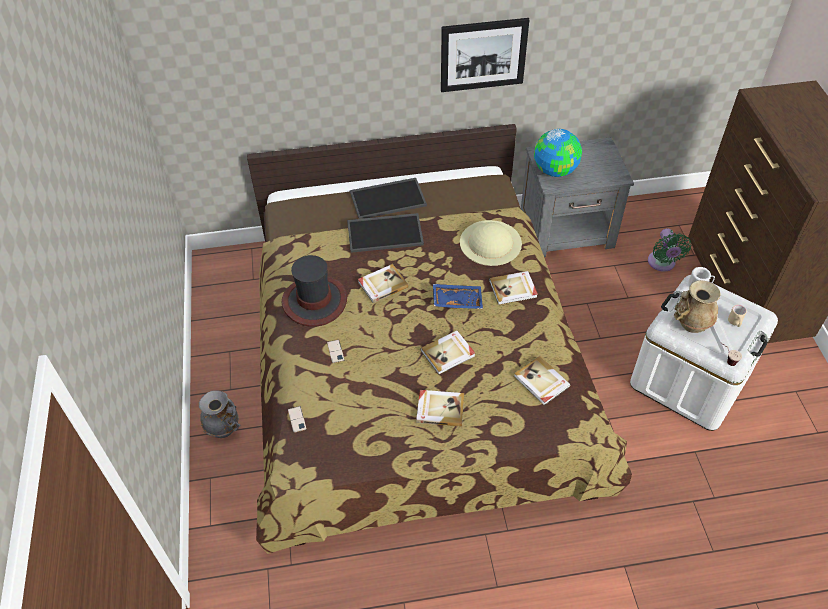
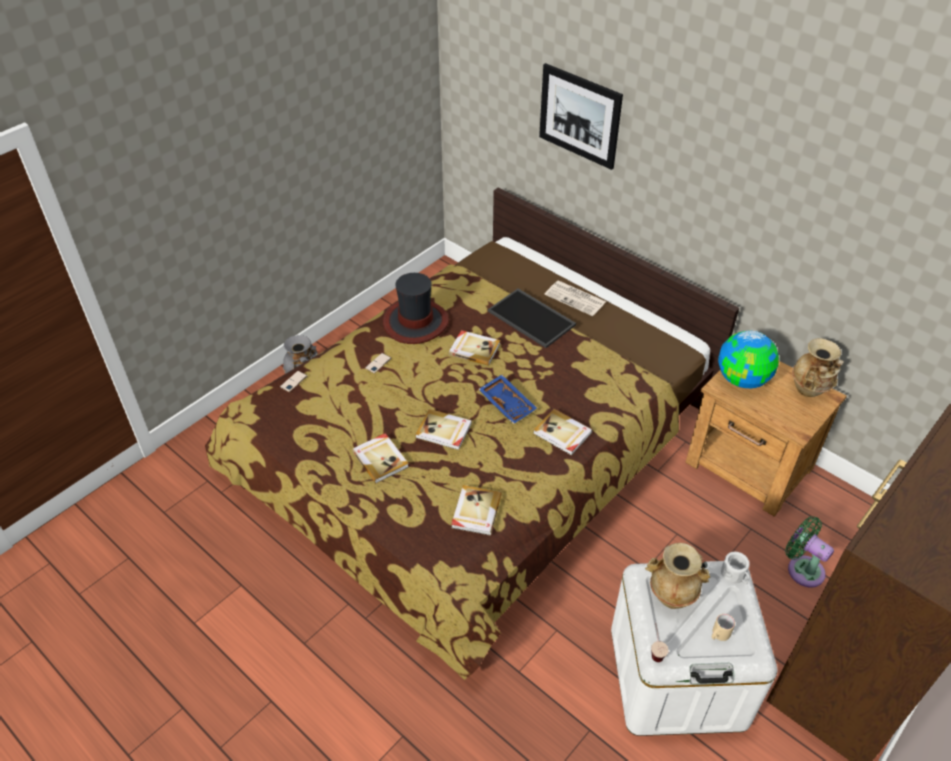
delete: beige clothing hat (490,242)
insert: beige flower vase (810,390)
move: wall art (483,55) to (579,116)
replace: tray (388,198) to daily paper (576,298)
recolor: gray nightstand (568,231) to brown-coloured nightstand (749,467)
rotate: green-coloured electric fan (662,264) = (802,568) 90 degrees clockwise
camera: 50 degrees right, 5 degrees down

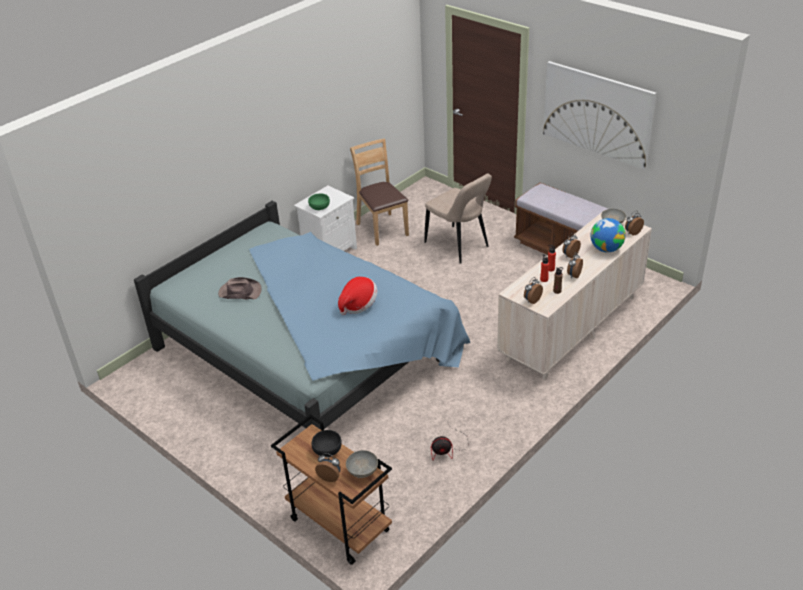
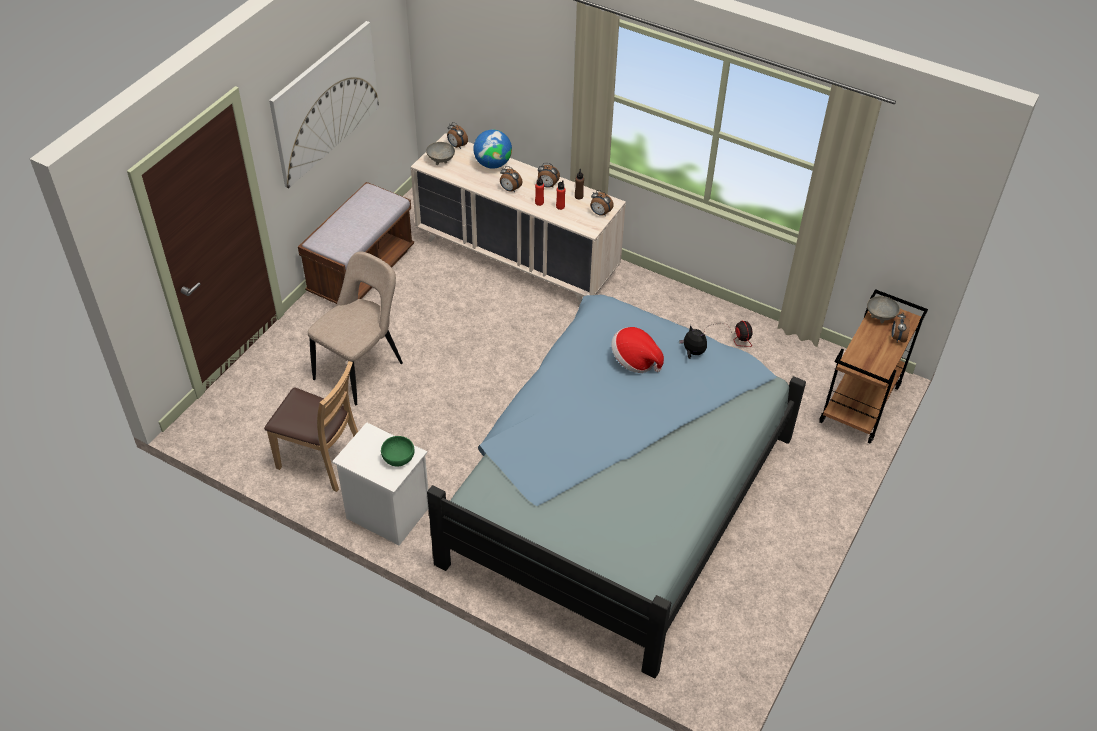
delete: brown-coloured clothing hat (239,292); black deep dish (327,449)
insert: cuddly toy (692,352)
rotate: brown-coloured upright chair (382,229) = (321,460) 120 degrees counterclockwise
camera: 105 degrees left, 10 degrees up

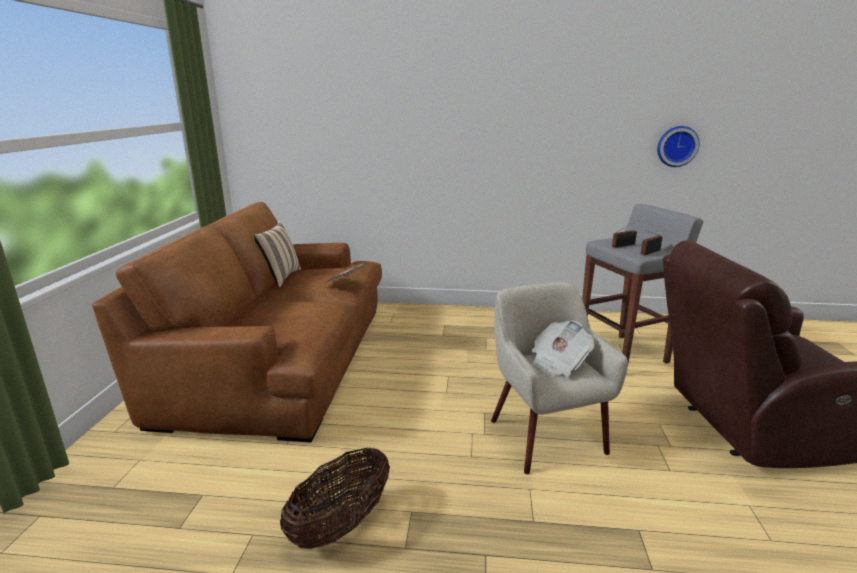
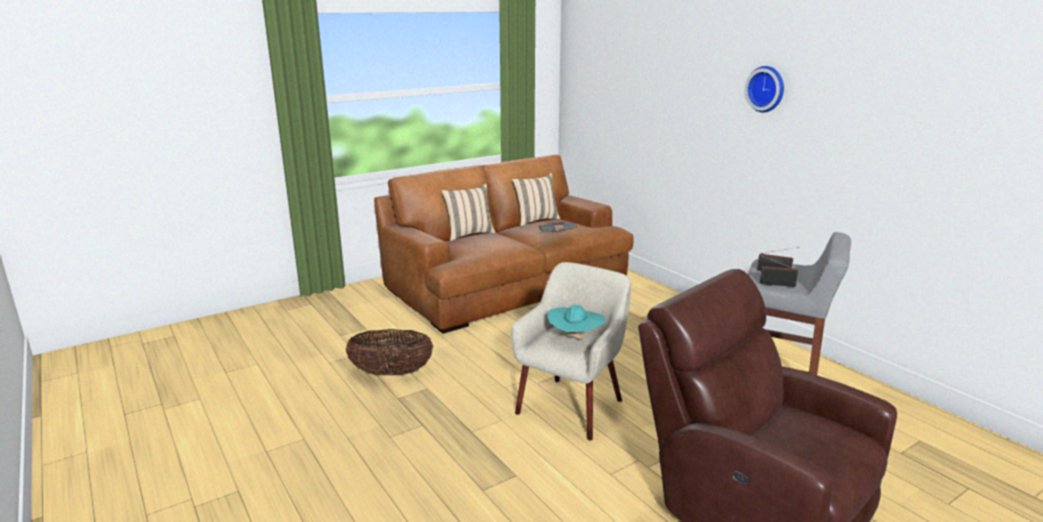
insert: beige throw pillow (469,234)
move: clock on the wall (676,146) to (766,89)
replace: daily paper (557,363) to blue-green clothing hat (575,339)
camera: 50 degrees right, 0 degrees up

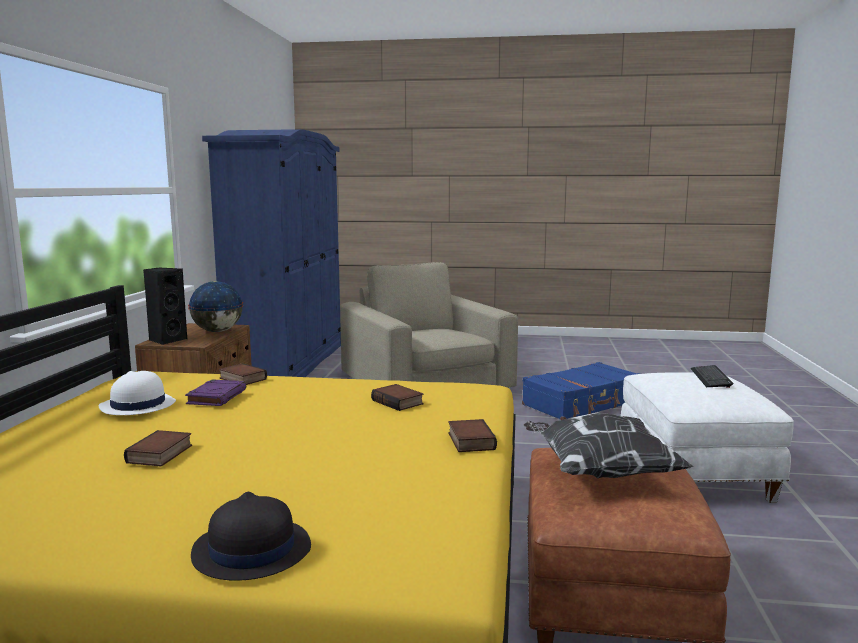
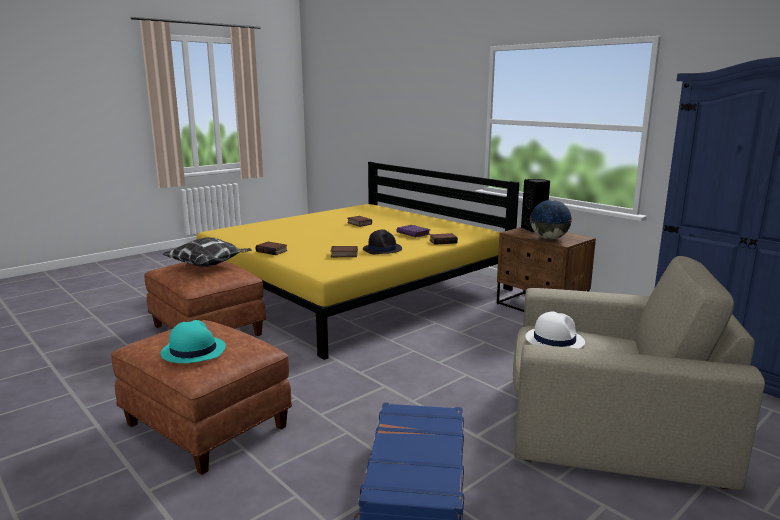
move: white-coloured clothing hat (137,405) to (554,340); black clothing hat (251,551) to (382,249)
replace: keyboard (710,378) to blue-green clothing hat (193,351)
recolor: white-coloured footrest (696,474) to brown-coloured footrest (204,426)
camera: 130 degrees right, 5 degrees up

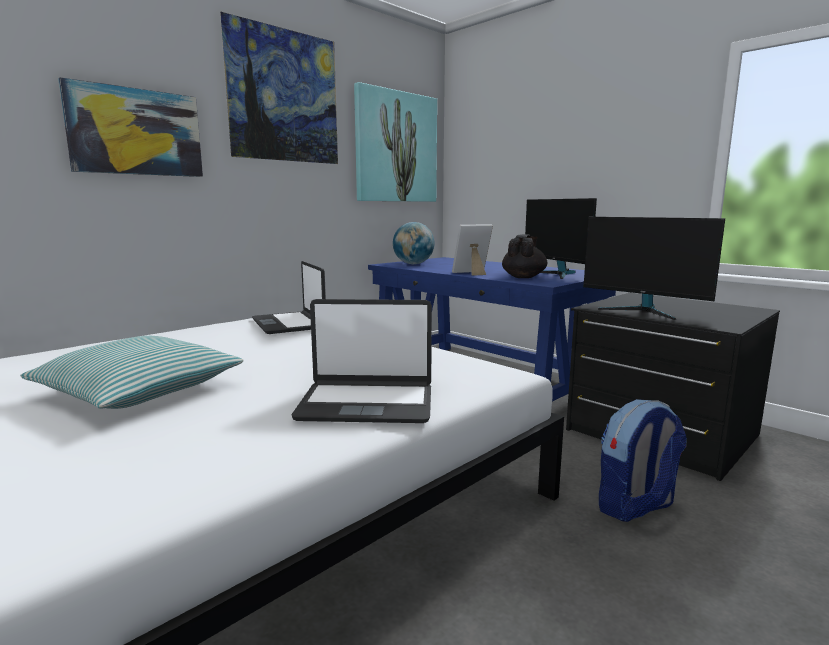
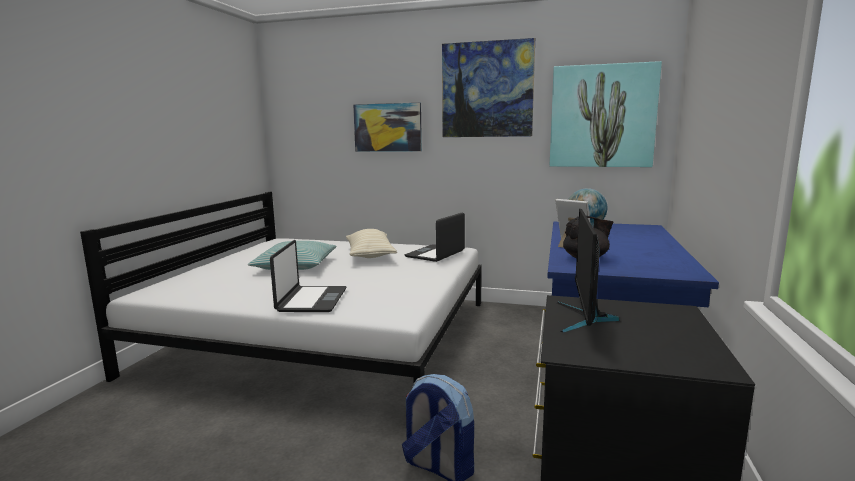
delete: computer screen (556,274)
insert: beige throw pillow (370,255)
rotate: notebook computer (367,403) = (311,300) 150 degrees counterclockwise
camera: 60 degrees right, 0 degrees up

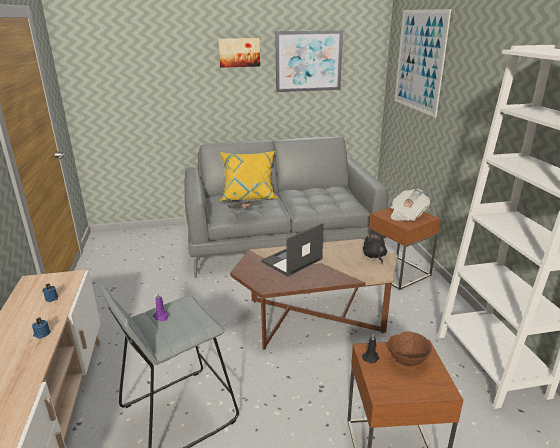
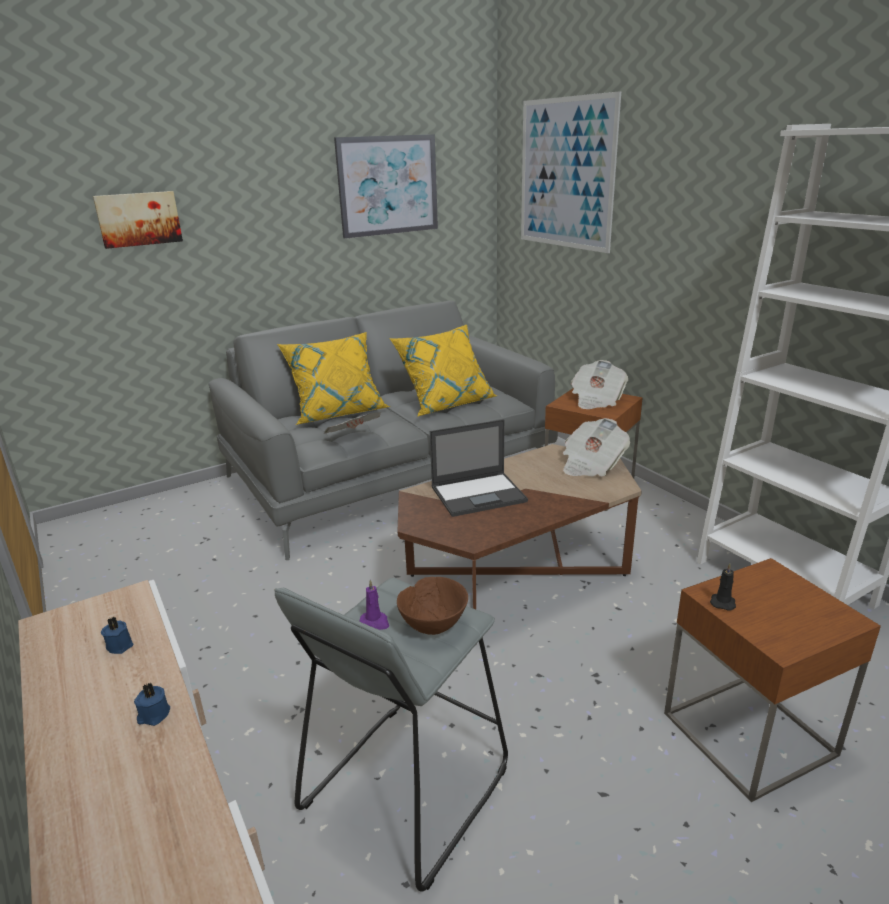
insert: yellow-coloured throw pillow (446,403)
move: wall art (239,52) to (138,219); brown-coloured deep dish (407,360) to (433,625)
replace: black cuddly toy (374,256) to daily paper (591,465)
rotate: notebook computer (291,261) = (479,494) 135 degrees counterclockwise
camera: 20 degrees left, 0 degrees up

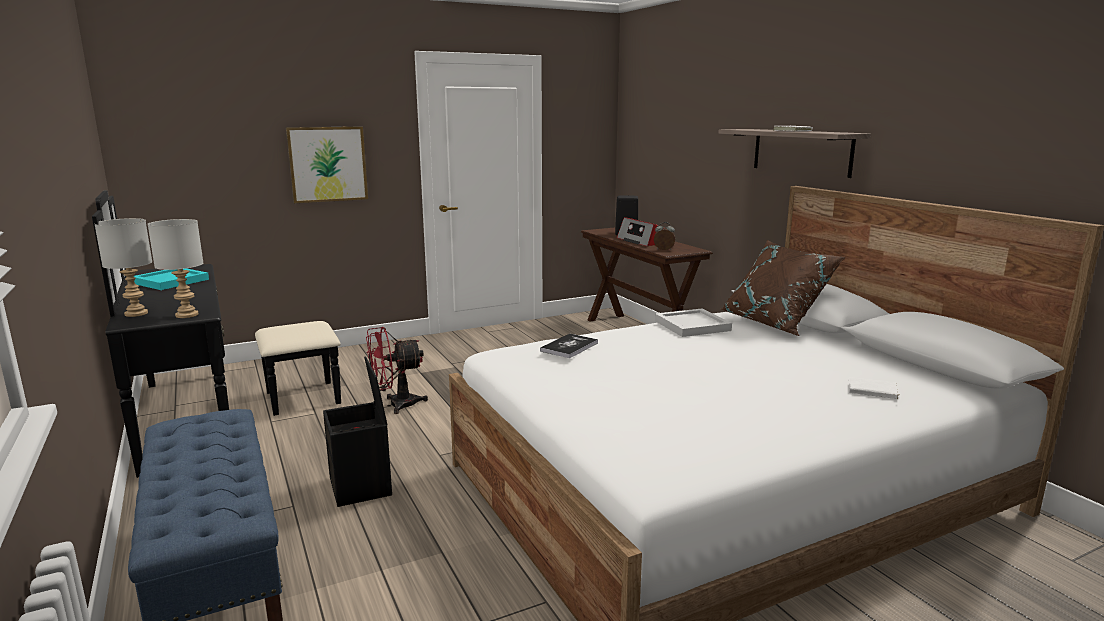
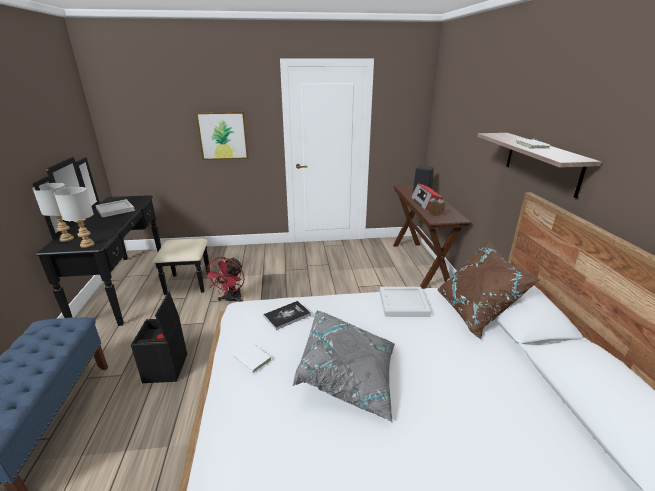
insert: gray throw pillow (349,378)
move: white-coloured book (872,391) to (251,359)
recolor: blue-green tray (172,281) to white-coloured tray (116,209)
rotate: reddish electric fan (395,405) = (231,300) 75 degrees counterclockwise
camera: 20 degrees right, 10 degrees up

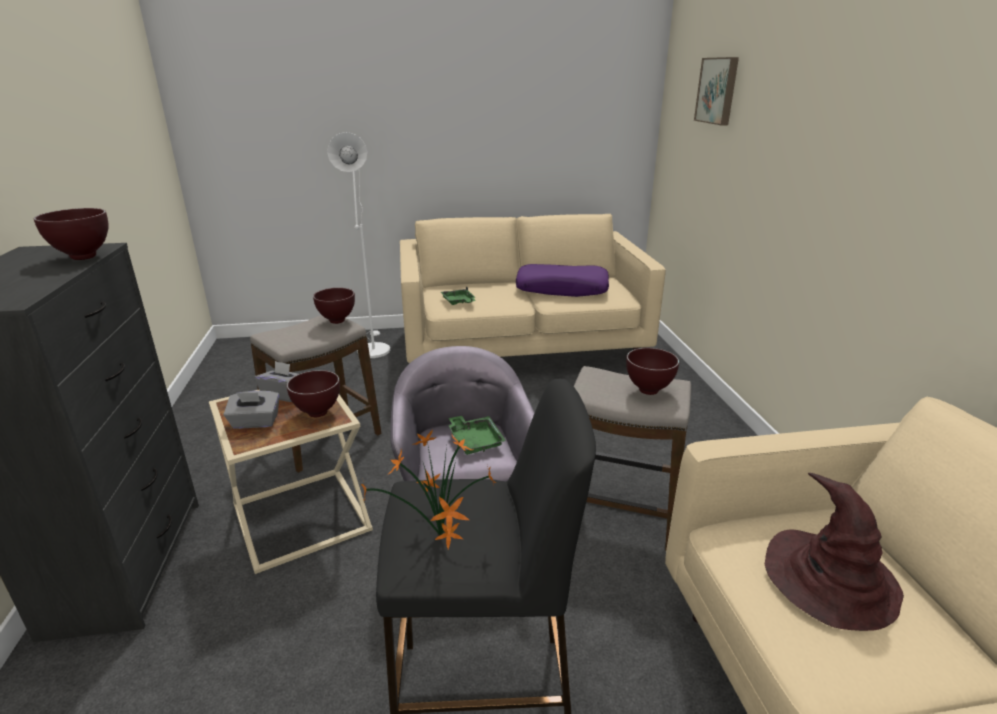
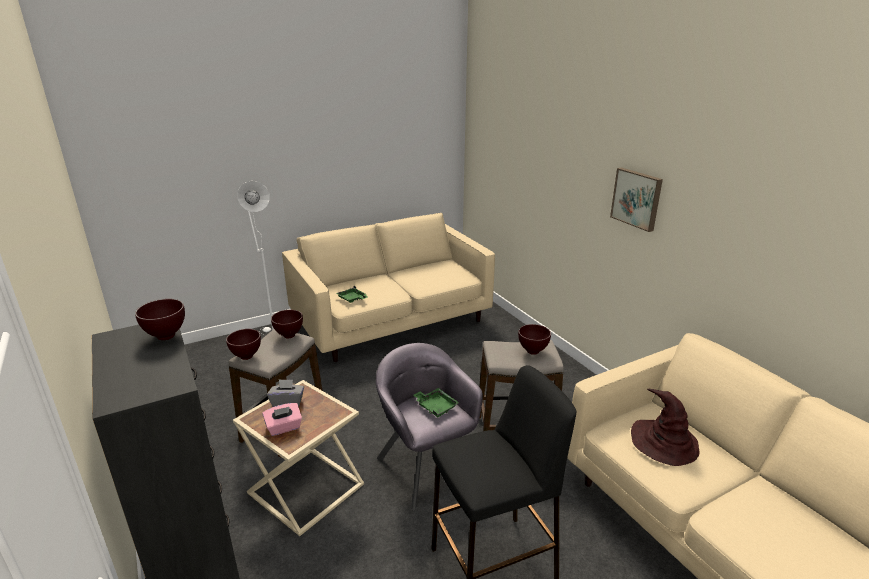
delete: potted plant (440,538); purple-coloured throw pillow (562,289)
move: brown-coloured deep dish (317,413) to (246,357); wall art (718,90) to (637,198)
recolor: gray box of tissues (255,422) to pink-coloured box of tissues (284,428)
camera: 20 degrees left, 0 degrees up

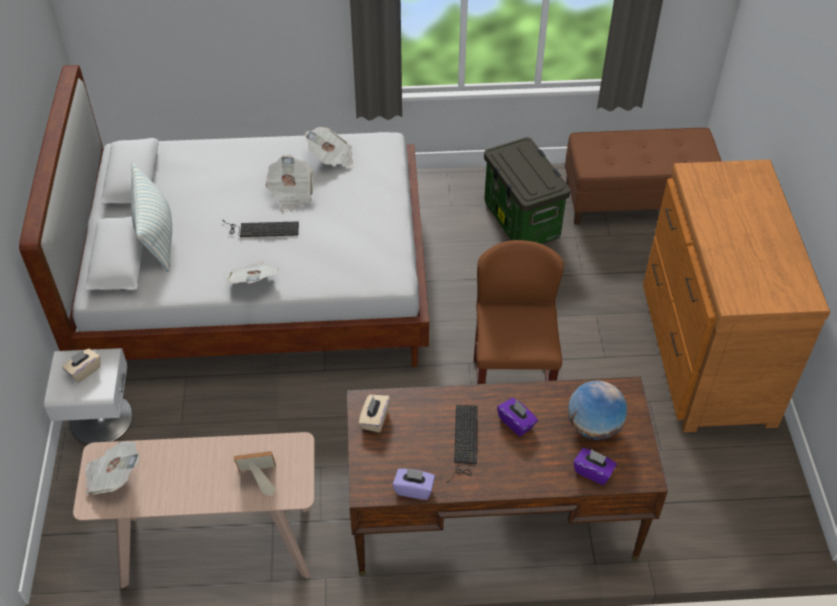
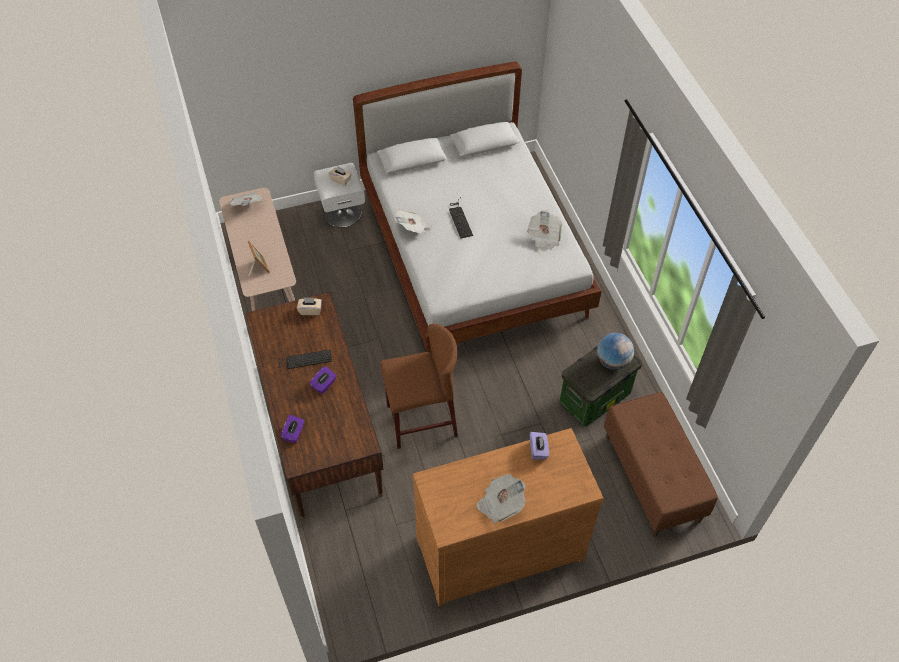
delete: throw pillow (156,235)
move: daily paper (291,193) to (500,504); purple-coloured box of tissues (414,489) to (538,450); desk globe (593,426) to (612,361)
camera: 75 degrees right, 5 degrees up

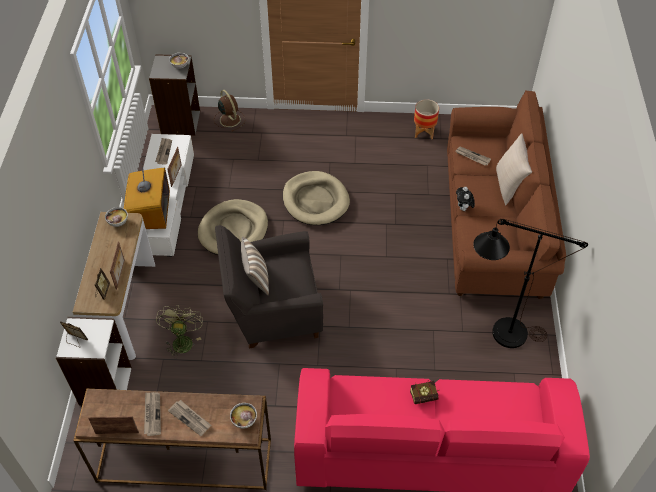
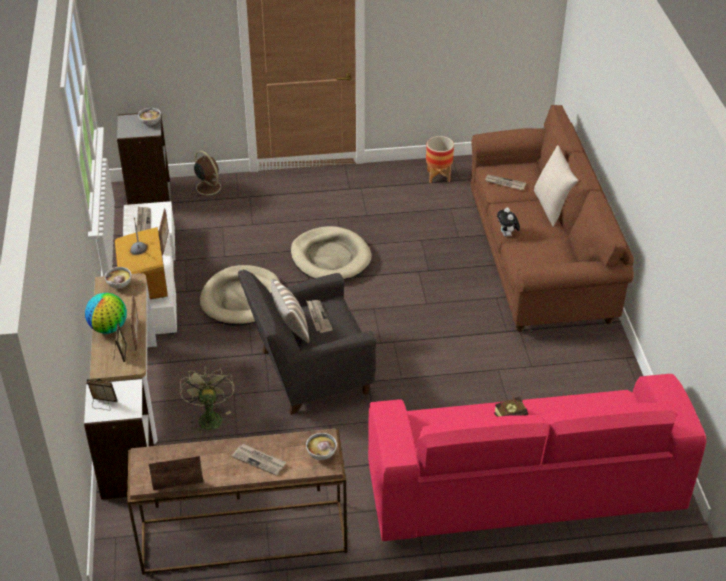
delete: black standing lamp (499,332)
insert: desk globe (109,328)
move: daily paper (152,414) to (318,317)
camera: 10 degrees left, 10 degrees down

